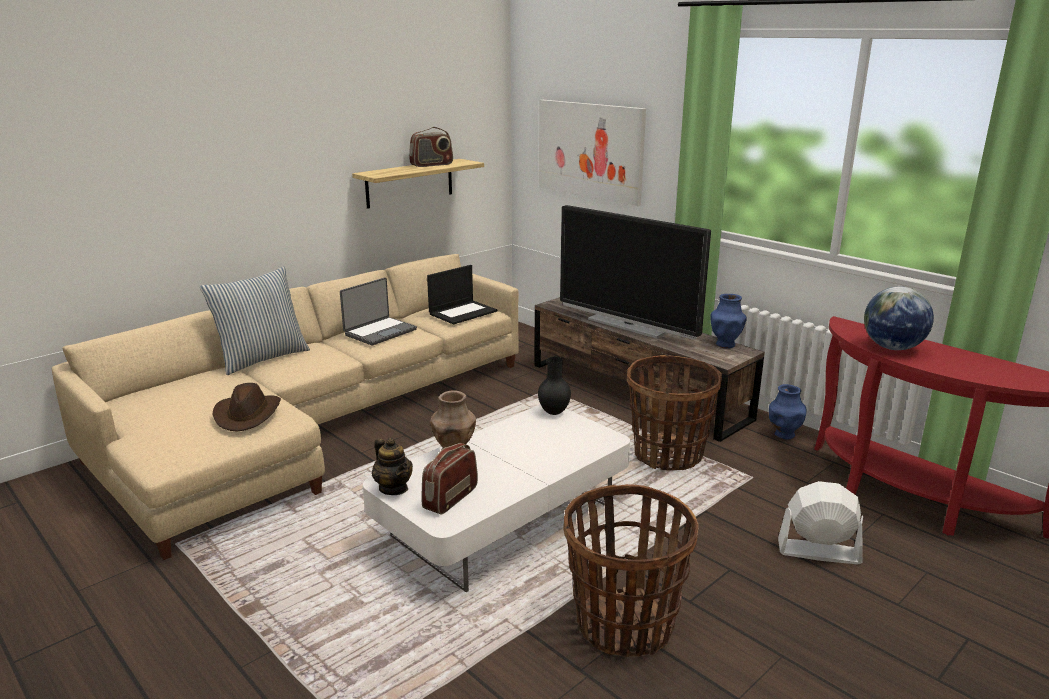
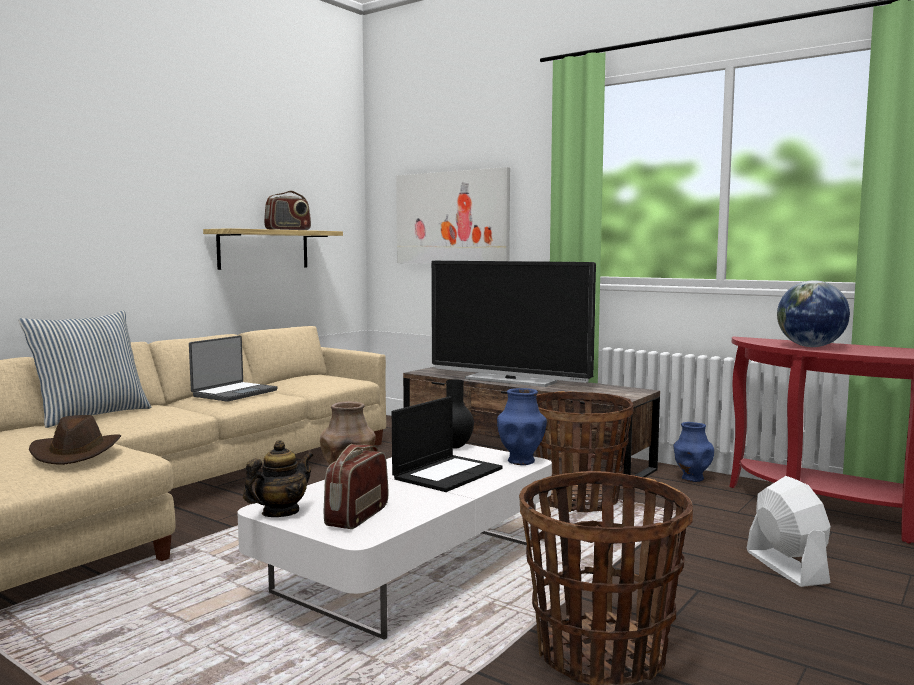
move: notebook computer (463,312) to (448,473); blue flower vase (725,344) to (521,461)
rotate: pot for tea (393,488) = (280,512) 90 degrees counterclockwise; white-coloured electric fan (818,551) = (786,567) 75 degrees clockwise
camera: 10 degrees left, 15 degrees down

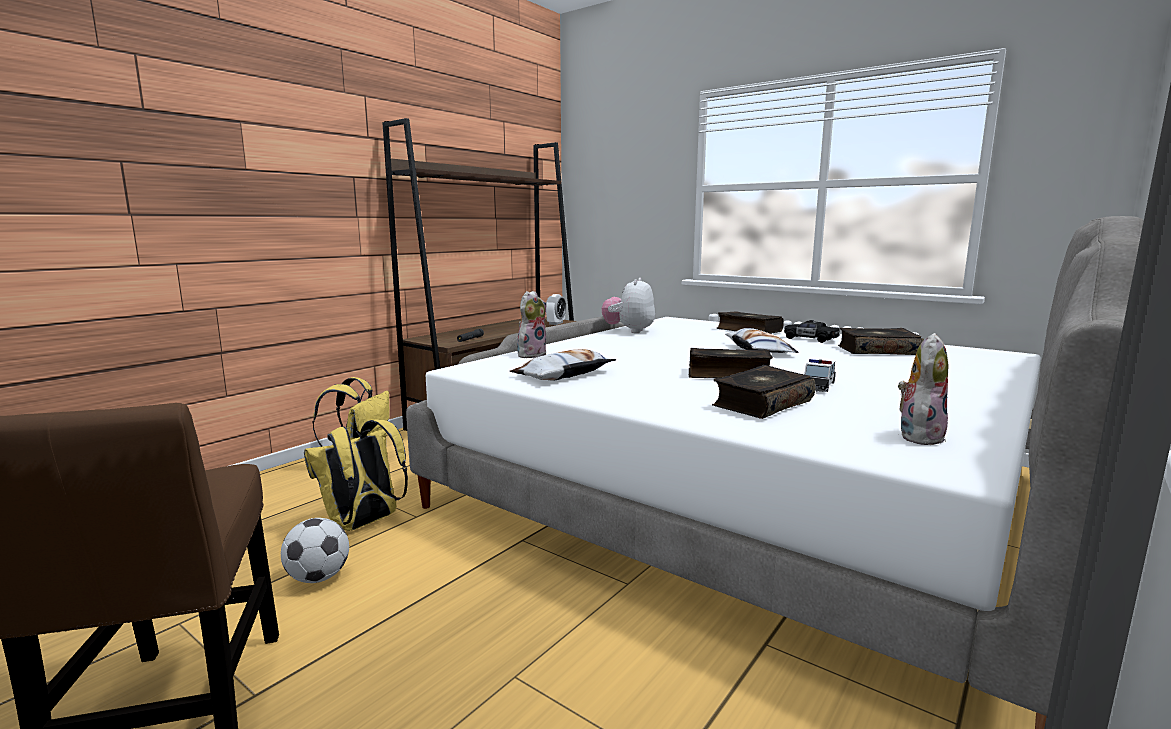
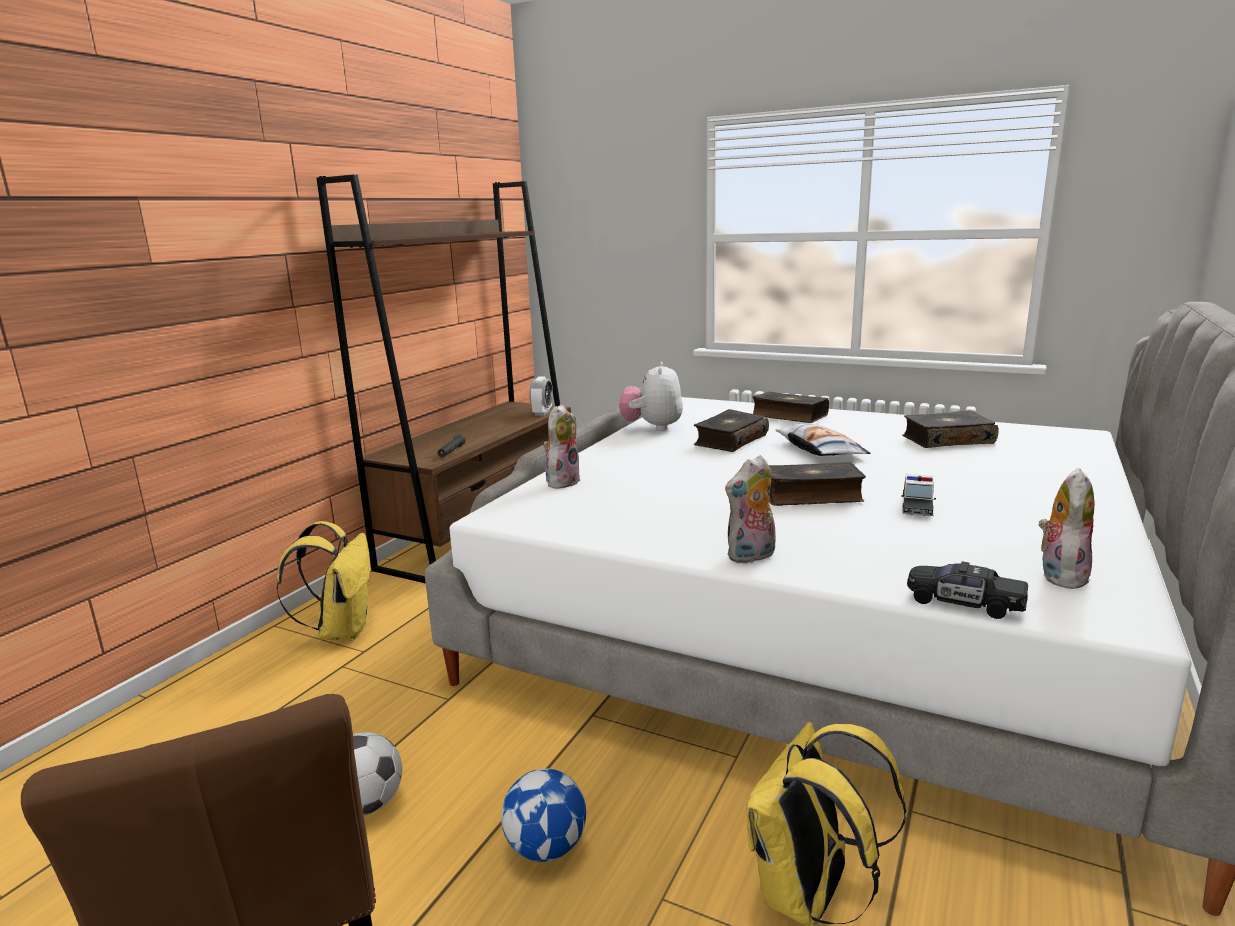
delete: throw pillow (563,374)
insert: ball for football (546,848); cuddly toy (751,556)
move: yellow-coloured rucksack (363,524) to (808,896); book (761,404) to (729,440); black miniature car (810,339) to (964,603)
camera: 10 degrees left, 5 degrees up

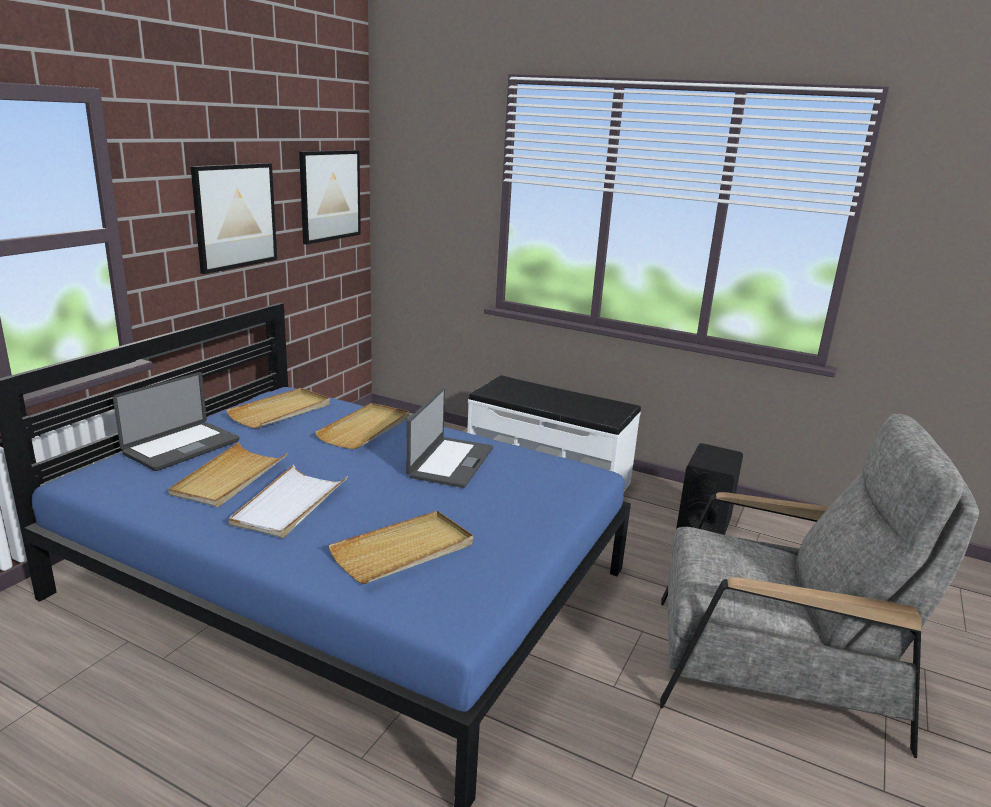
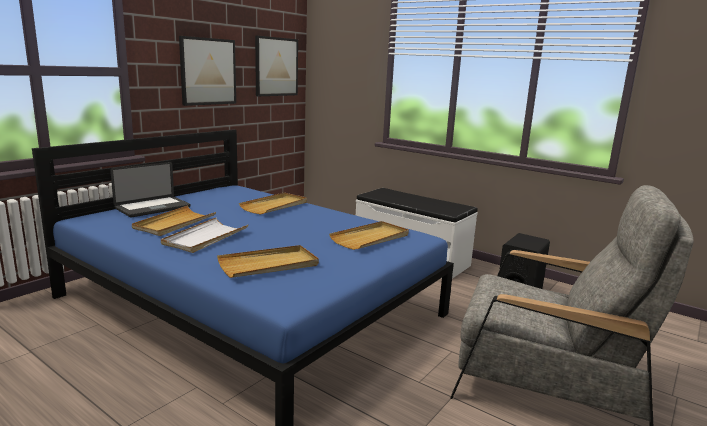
delete: notebook computer (450,462)
move: beige tray (281,411) to (371,238)
camera: 10 degrees right, 5 degrees down

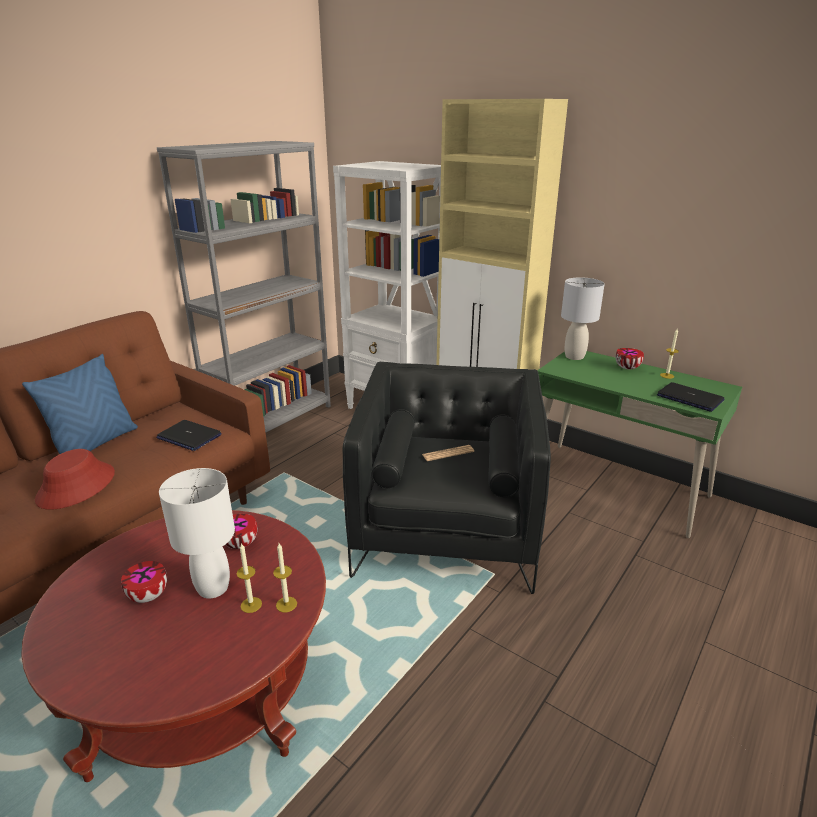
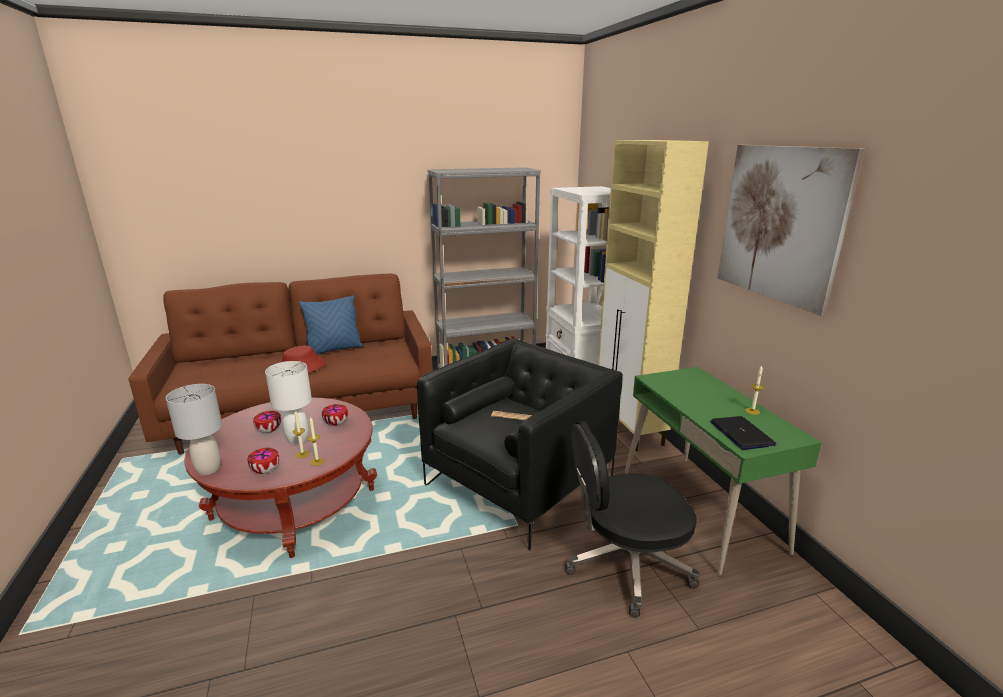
delete: notebook computer (189,436)
insert: black office chair (625,566); wall art (780,224)
move: gray lamp for a table (574,357) to (208,469); deep dish (628,368) to (265,471)
camera: 35 degrees right, 5 degrees down

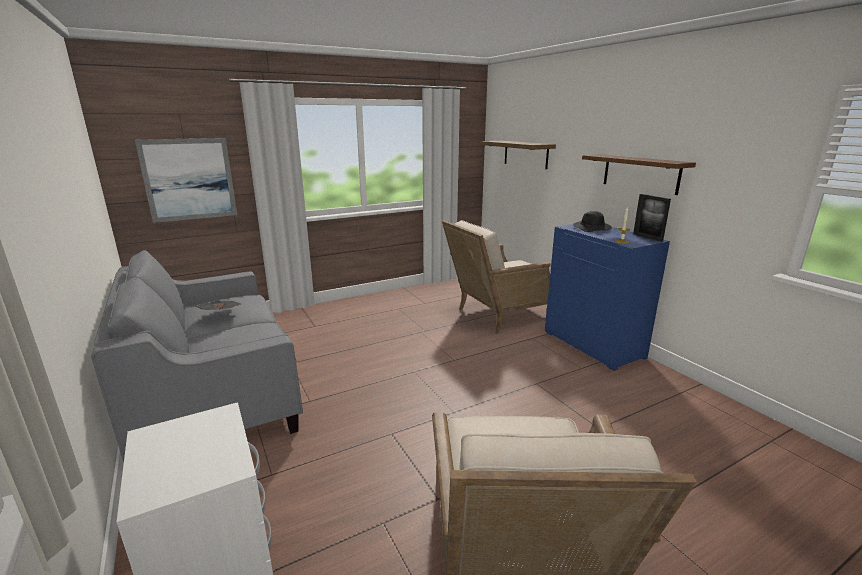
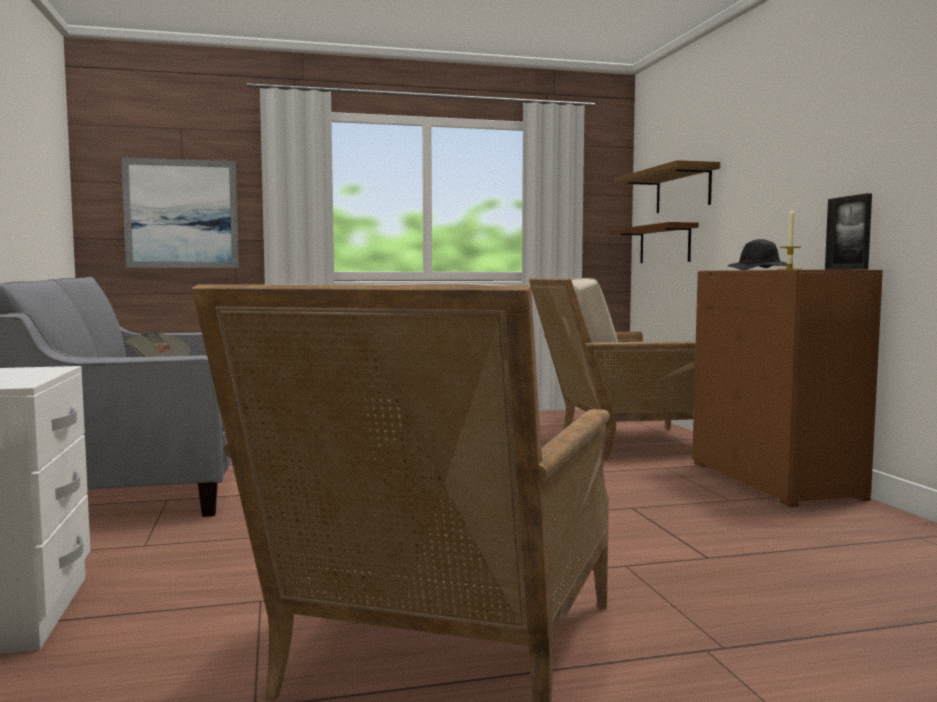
move: brown-coloured bracket shelf (640,173) to (664,244)
recolor: blue storage cabinet (594,344) to brown-coloured storage cabinet (775,480)
camera: 15 degrees right, 15 degrees down

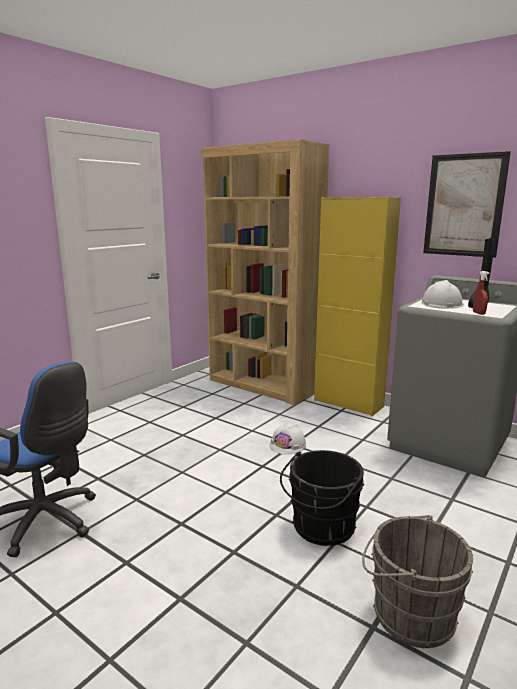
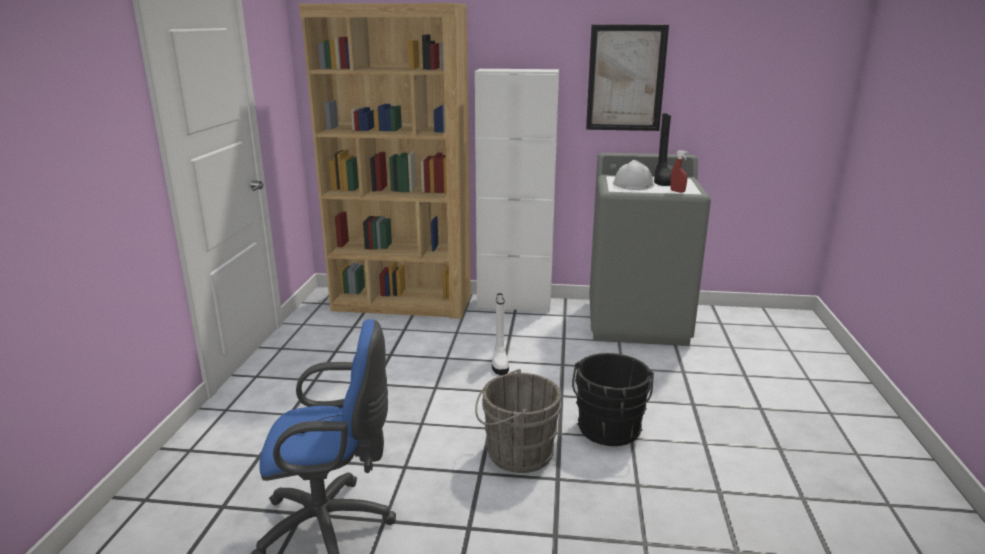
move: gray bucket (408,613) to (515,453)
replace: white-coloured work helmet (288,445) to white-coloured boot (500,363)
recolor: yellow-coloured storage cabinet (348,403) to white-coloured storage cabinet (514,304)
camera: 30 degrees left, 5 degrees up

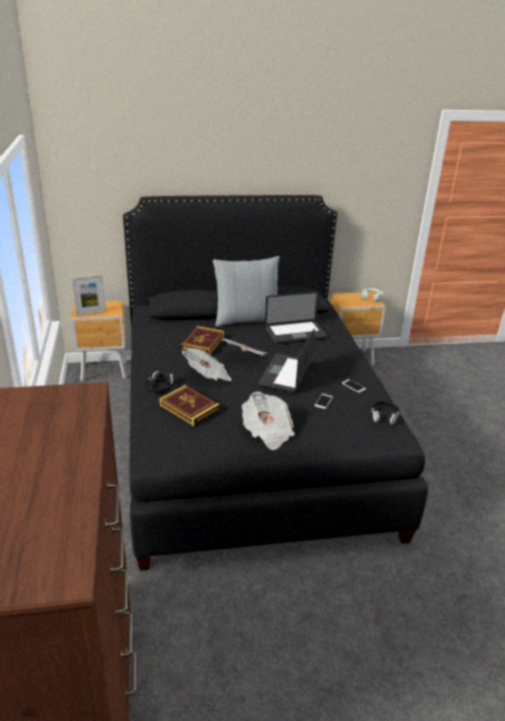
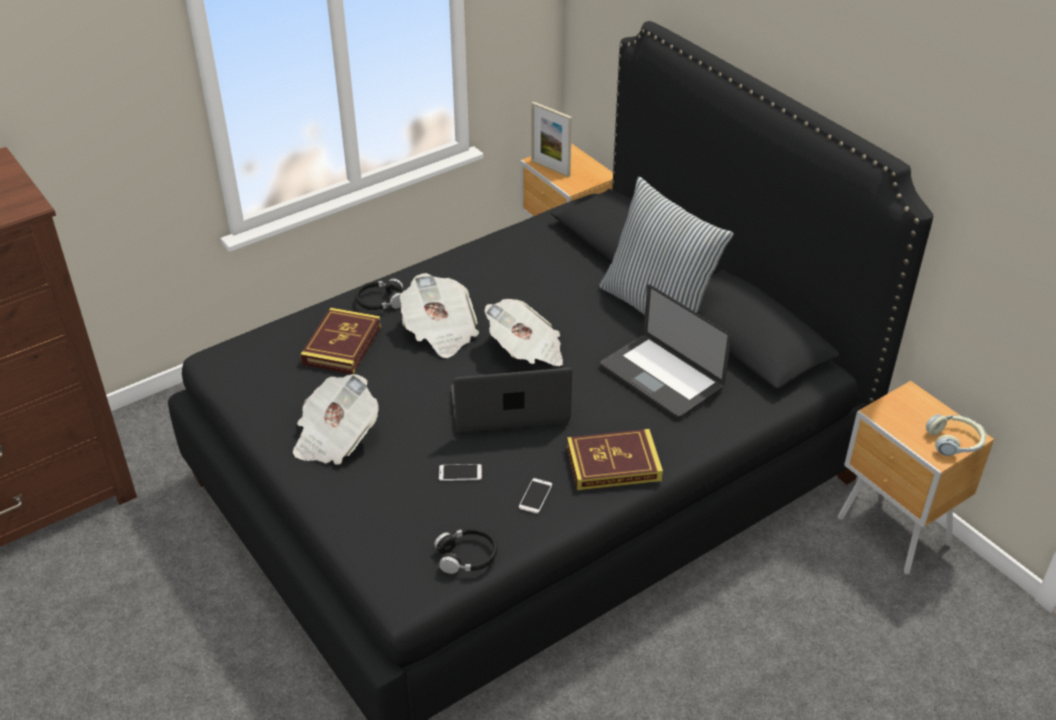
move: book (202,343) to (613,464)
camera: 65 degrees right, 10 degrees up

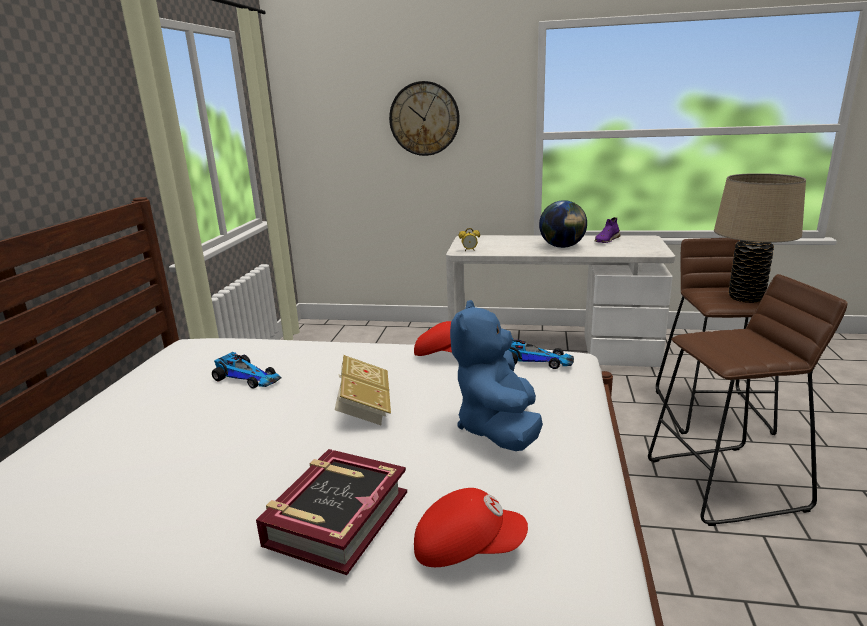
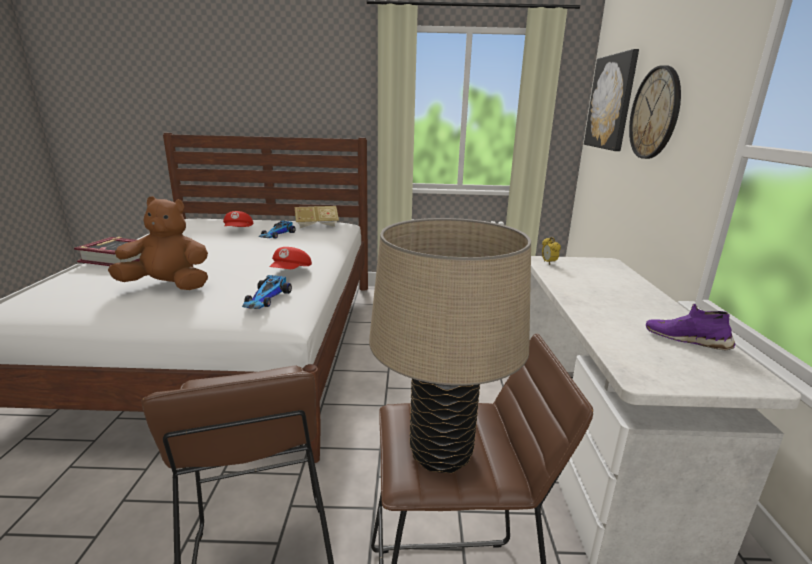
delete: desk globe (562,247)
insert: wall art (611,102)
move: book (364,407) to (317,225); reddish baseball cap (467,547) to (239,230)
recolor: blue cuddly toy (498,428) to brown-coloured cuddly toy (168,286)
camera: 80 degrees right, 0 degrees up

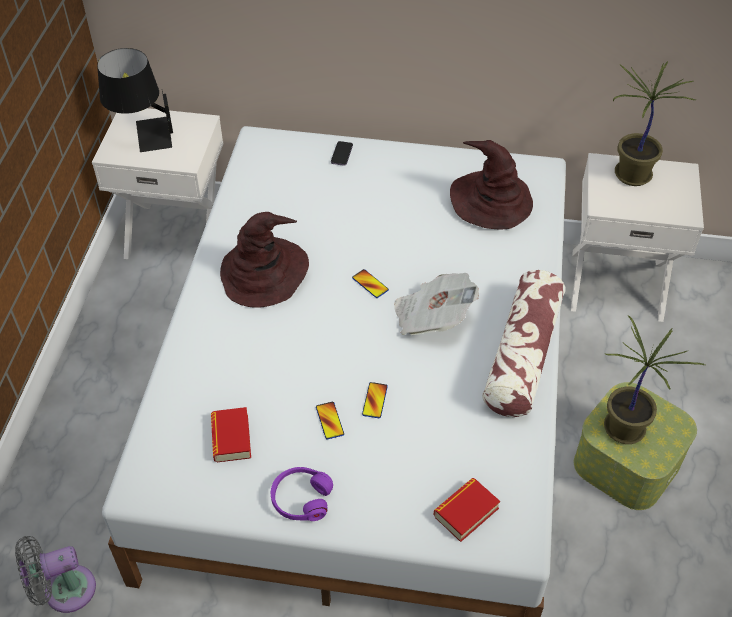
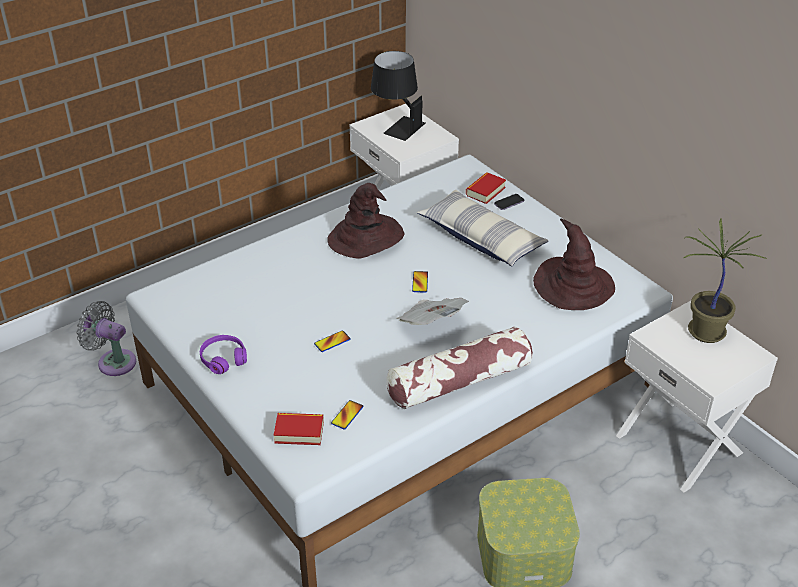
delete: potted plant (624,427)
insert: throw pillow (481,238)
move: book (231,438) to (485,191); phone (329,421) to (347,415)
camera: 45 degrees right, 10 degrees down

